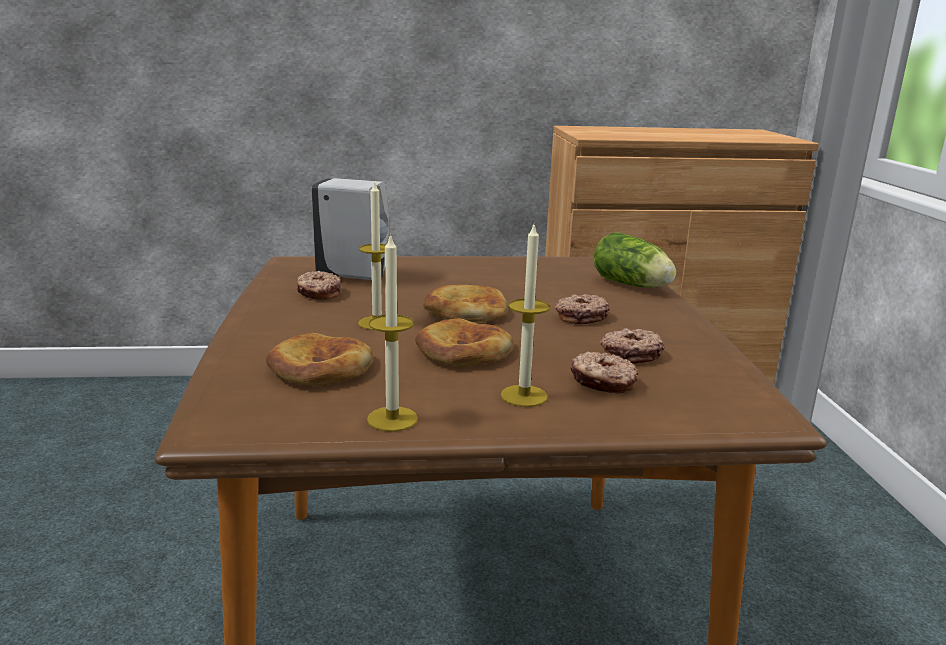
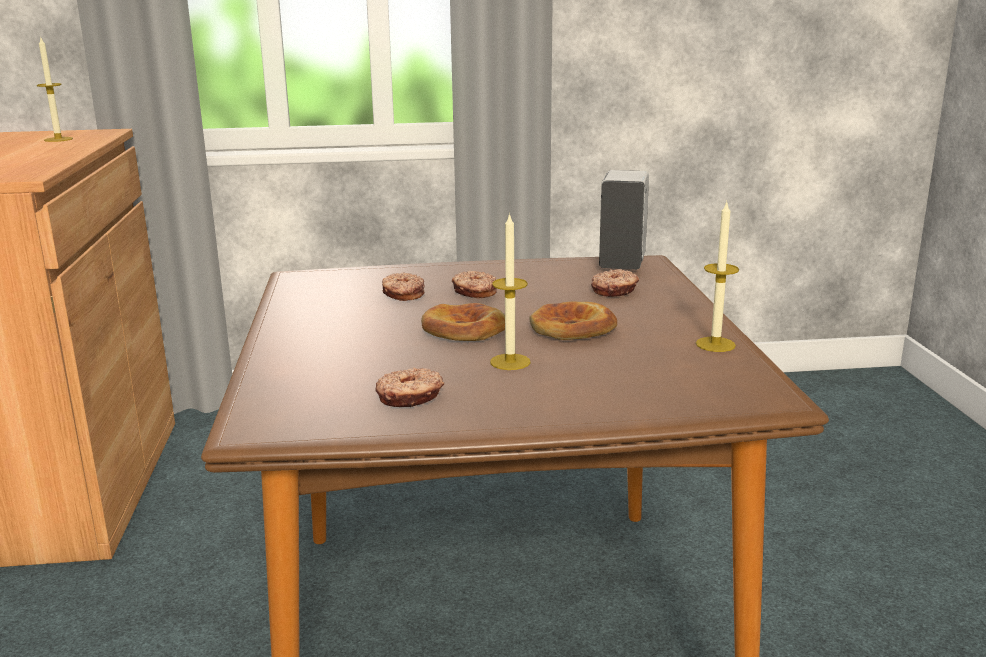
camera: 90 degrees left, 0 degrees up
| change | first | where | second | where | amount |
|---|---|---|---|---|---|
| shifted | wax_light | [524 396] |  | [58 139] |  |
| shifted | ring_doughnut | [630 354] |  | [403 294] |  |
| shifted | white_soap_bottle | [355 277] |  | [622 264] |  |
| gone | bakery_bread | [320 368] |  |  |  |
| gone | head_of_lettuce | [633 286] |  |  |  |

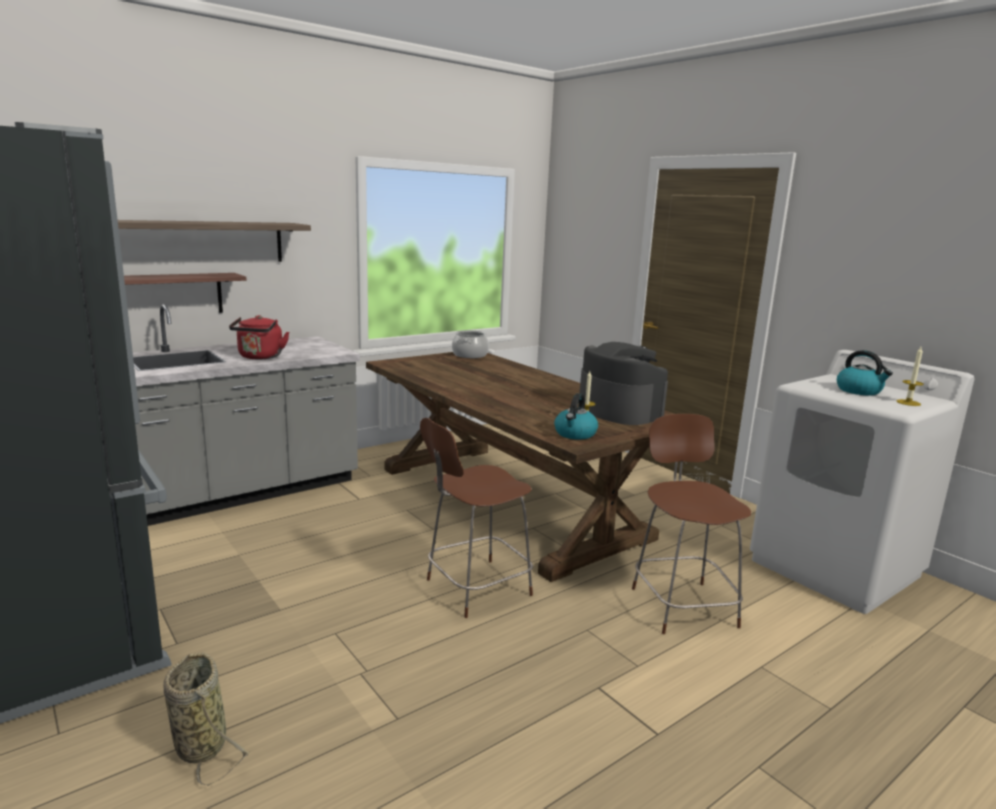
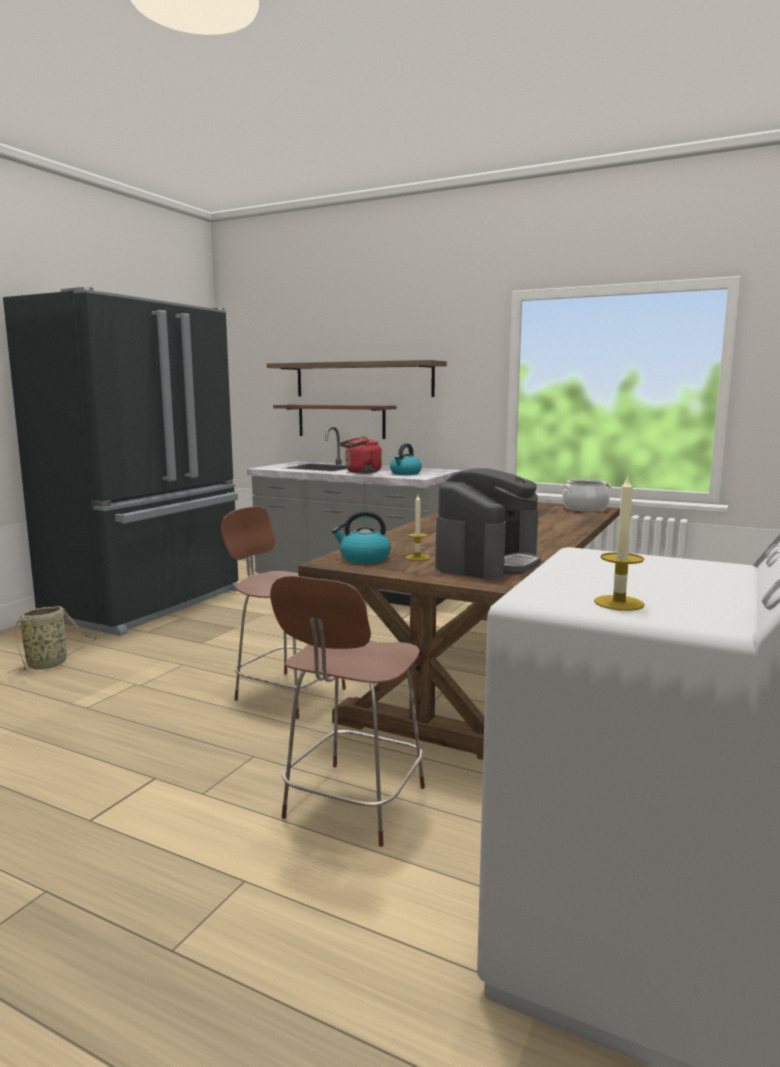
camera: 65 degrees right, 5 degrees down
| change | first | where | second | where | amount |
|---|---|---|---|---|---|
| rotated | brown-coloured_chair | [682 605] |  | [352 805] | 150 degrees clockwise |
| shifted | water_kettle | [859 391] |  | [405 473] |  |

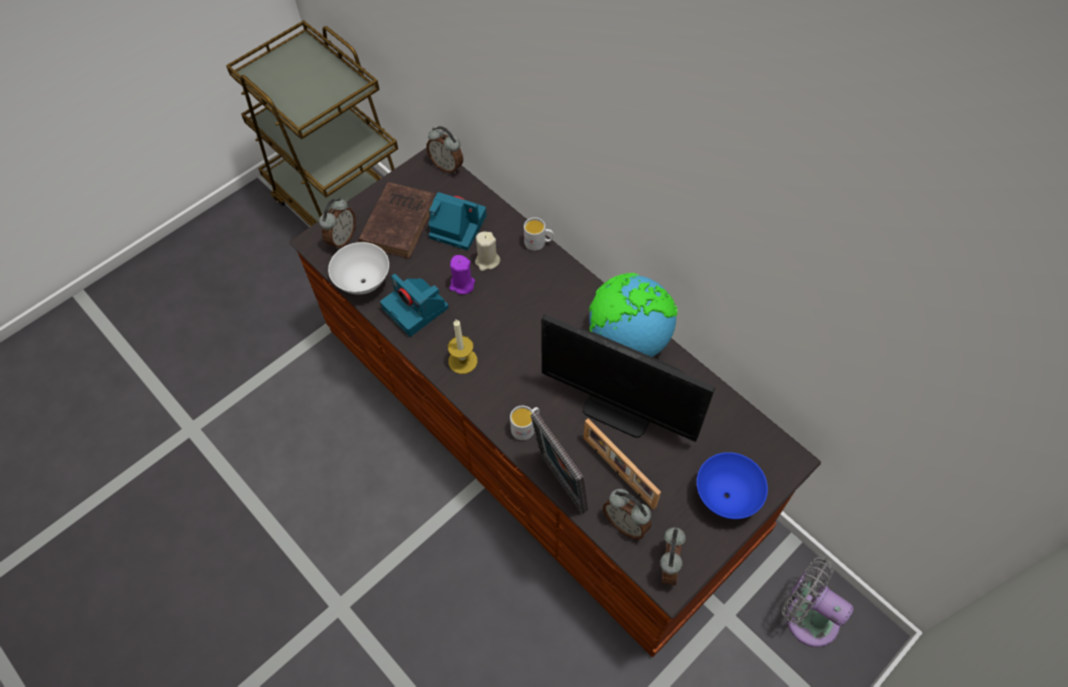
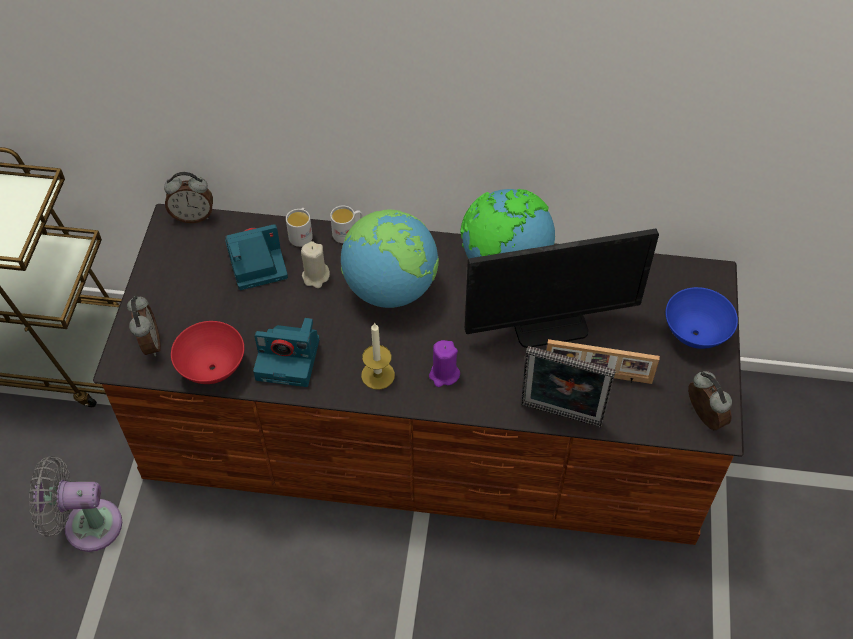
camera: 40 degrees left, 5 degrees down
| change | first | where | second | where | amount |
|---|---|---|---|---|---|
| shifted | gray_cooling_fan | [806 616] |  | [86 525] |  |
| repainted | white_deep_dish | [363 283] | reddish_deep_dish | [213 369] |  |
| shifted | white_mug | [526 427] |  | [301 234] |  |
| new |  |  | desk_globe | [390 288] |  |
| shifted | purple-coloured_wax_light | [462 285] |  | [444 374] |  |
| gone | brown-coloured_book | [399 221] |  |  |  |
| gone | table_clock | [625 523] |  |  |  |

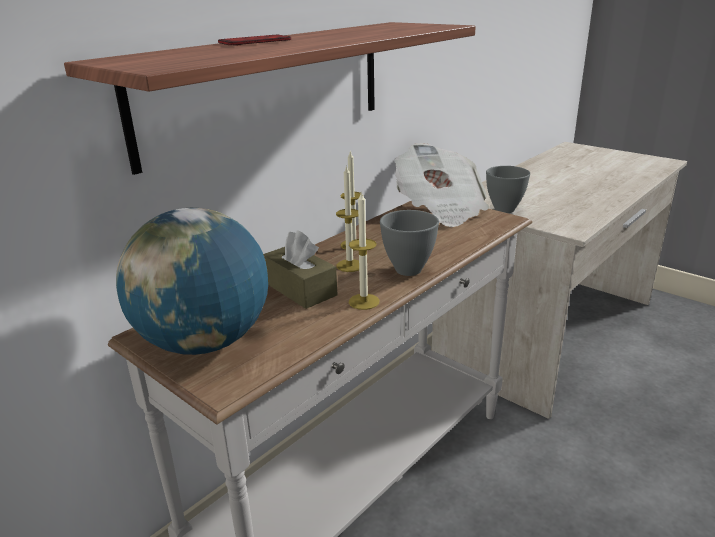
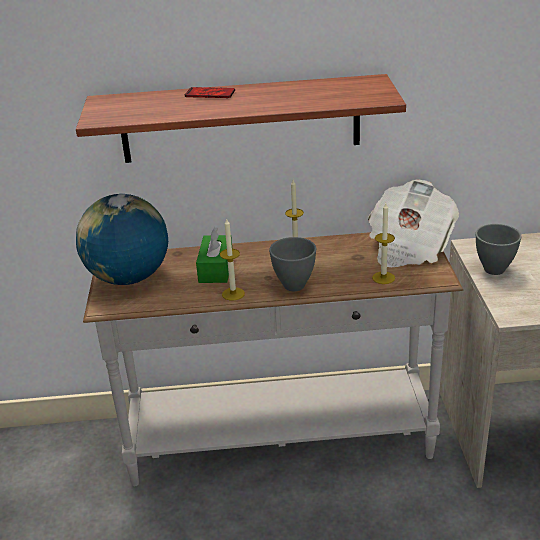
camera: 45 degrees right, 5 degrees up
| change | first | where | second | where | amount |
|---|---|---|---|---|---|
| repainted | brown-coloured_box_of_tissues | [300 289] | greenish_box_of_tissues | [216 268] |  |
| shifted | wax_light | [350 265] |  | [383 278] |  |

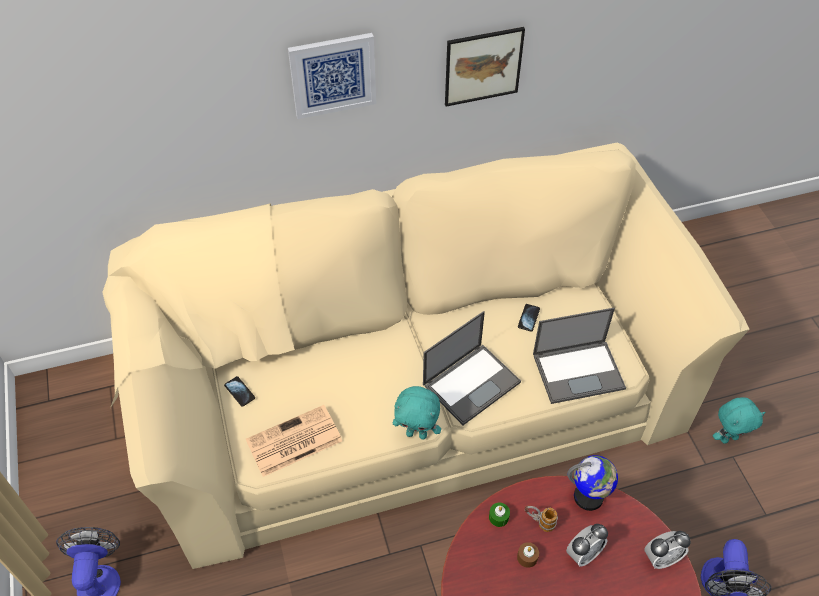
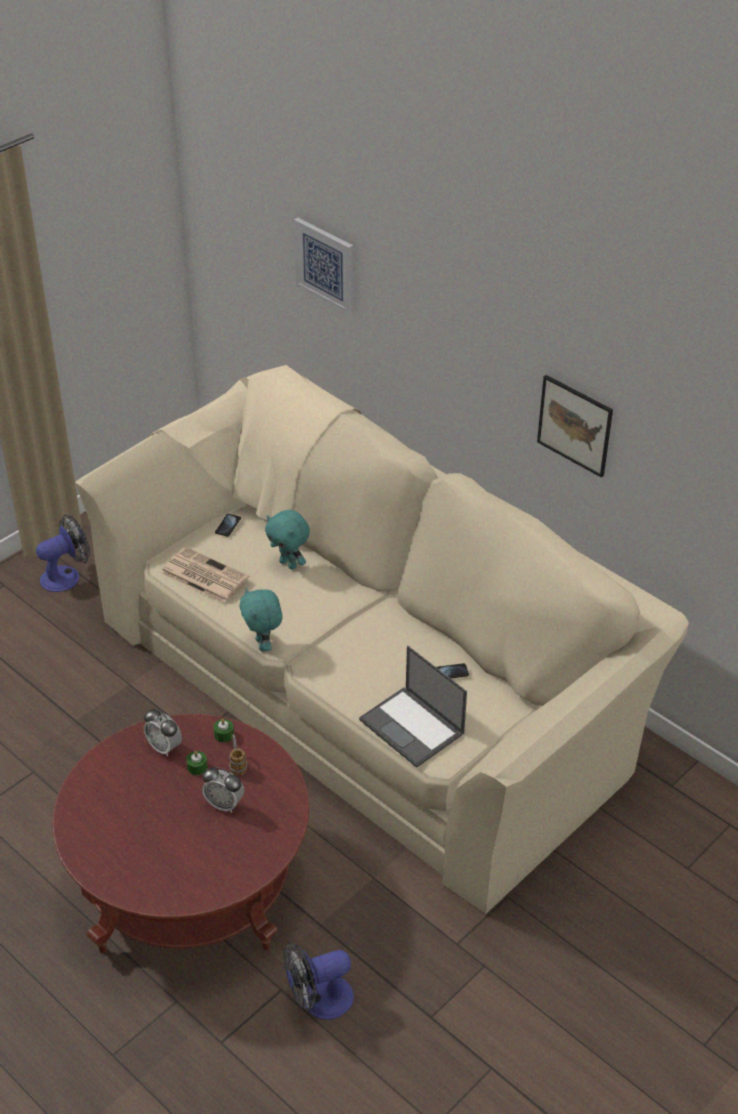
camera: 60 degrees right, 10 degrees down
| change | first | where | second | where | amount |
|---|---|---|---|---|---|
| shifted | table_clock | [661 558] |  | [164 747] |  |
| repainted | brown-coloured_wax_light | [527 557] | greenish_wax_light | [197 767] |  |
| shifted | turquoise-coloured_cuddly_toy | [728 438] |  | [289 564] |  |
| shifted | picture | [333 75] |  | [325 264] |  |
| gone | portable_computer | [472 382] |  |  |  |
| gone | desk_globe | [588 497] |  |  |  |

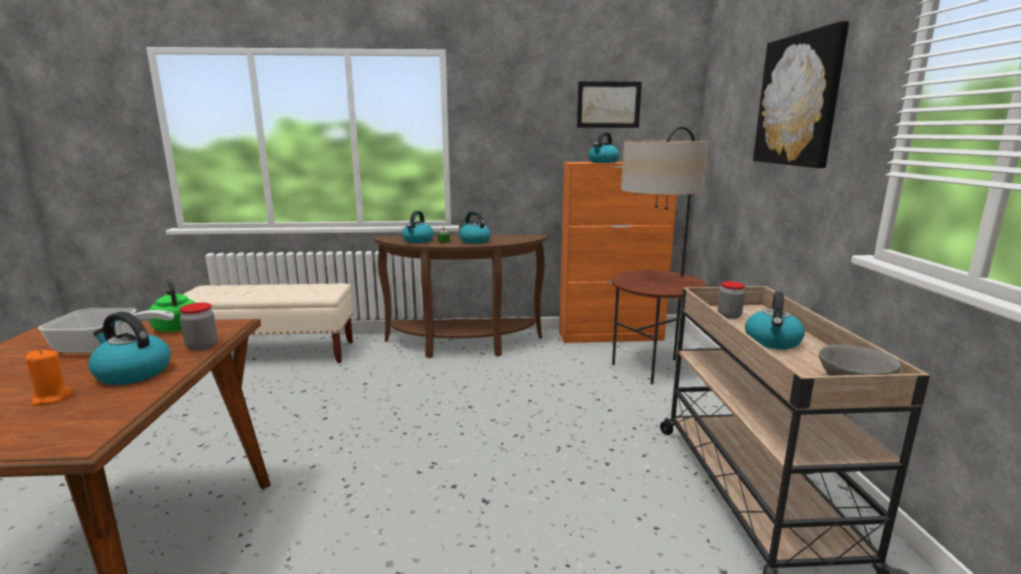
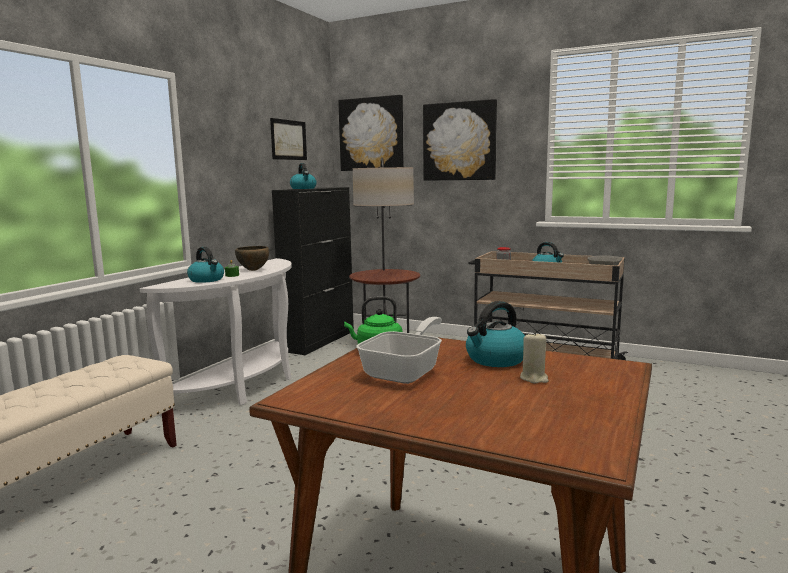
camera: 60 degrees left, 5 degrees down
| change | first | where | second | where | amount |
|---|---|---|---|---|---|
| repainted | brown-coloured_console_table | [463 346] | white_console_table | [245 387] |  |
| swapped | water_kettle | [474 241] | brown-coloured_deep_dish | [253 270] |  |
| repainted | orange_storage_cabinet | [611 336] | black_storage_cabinet | [319 340] |  |
| new |  |  | picture | [371 134] |  |
| repainted | orange_wax_light | [52 398] | sand-coloured_wax_light | [534 378] |  |
| gone | jar | [202 346] |  |  |  |

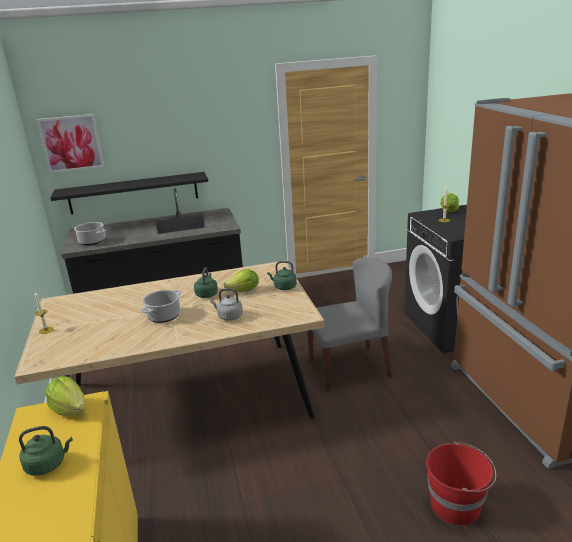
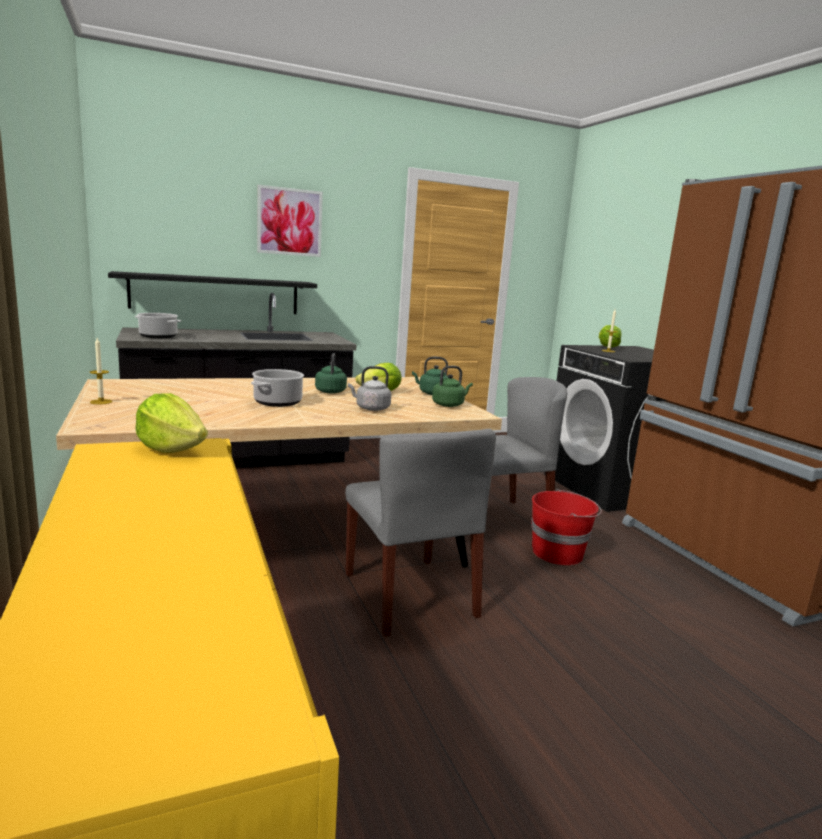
camera: 10 degrees left, 10 degrees down
| change | first | where | second | where | amount |
|---|---|---|---|---|---|
| shifted | picture | [71 143] |  | [289 222] |  |
| new |  |  | gray_chair | [410 595] |  |
| shifted | greenish_water_kettle | [48 464] |  | [449 405] |  |
| shifted | reddish_bucket | [456 505] |  | [558 553] |  |

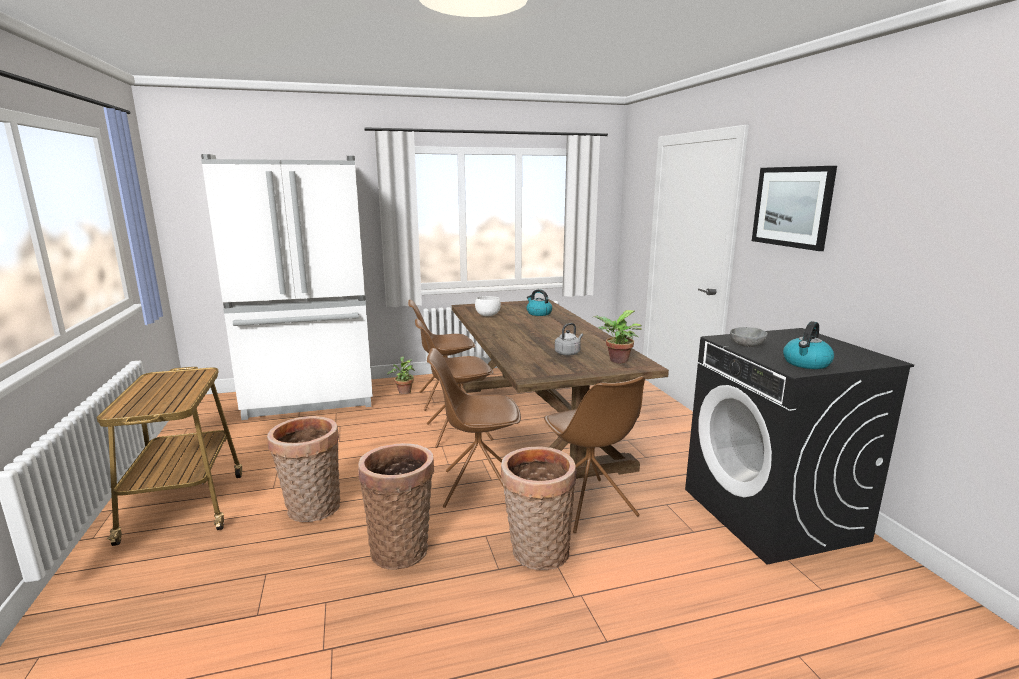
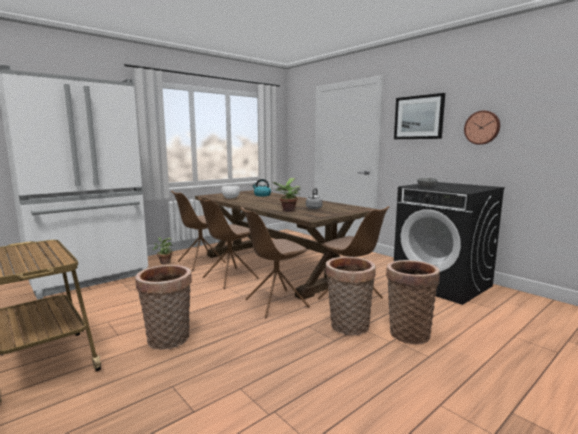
camera: 25 degrees left, 5 degrees down
| change | first | where | second | where | amount |
|---|---|---|---|---|---|
| shifted | plant_in_a_pot | [616 361] |  | [287 211] |  |
| shifted | household_basket | [401 548] |  | [408 332] |  |
| new |  |  | clock_on_the_wall | [482 127] |  |
| gone | water_kettle | [806 363] |  |  |  |

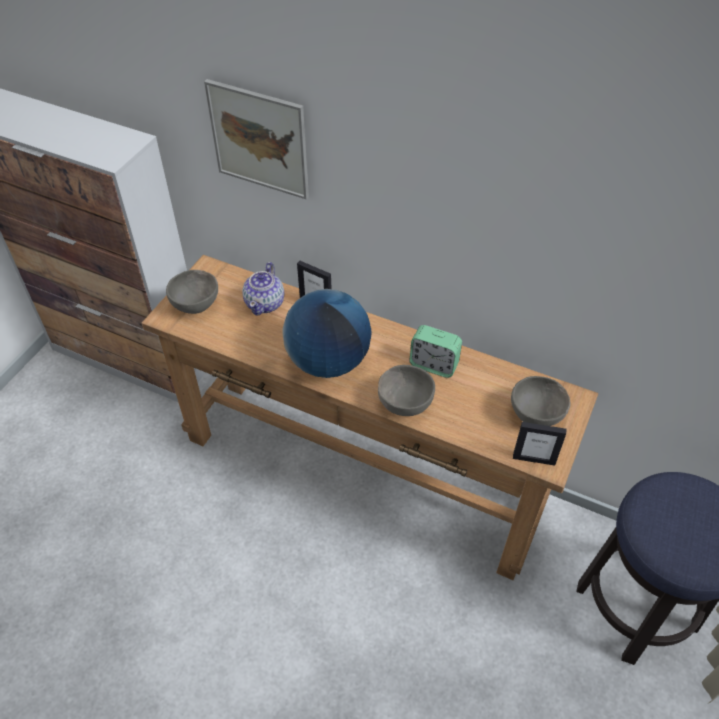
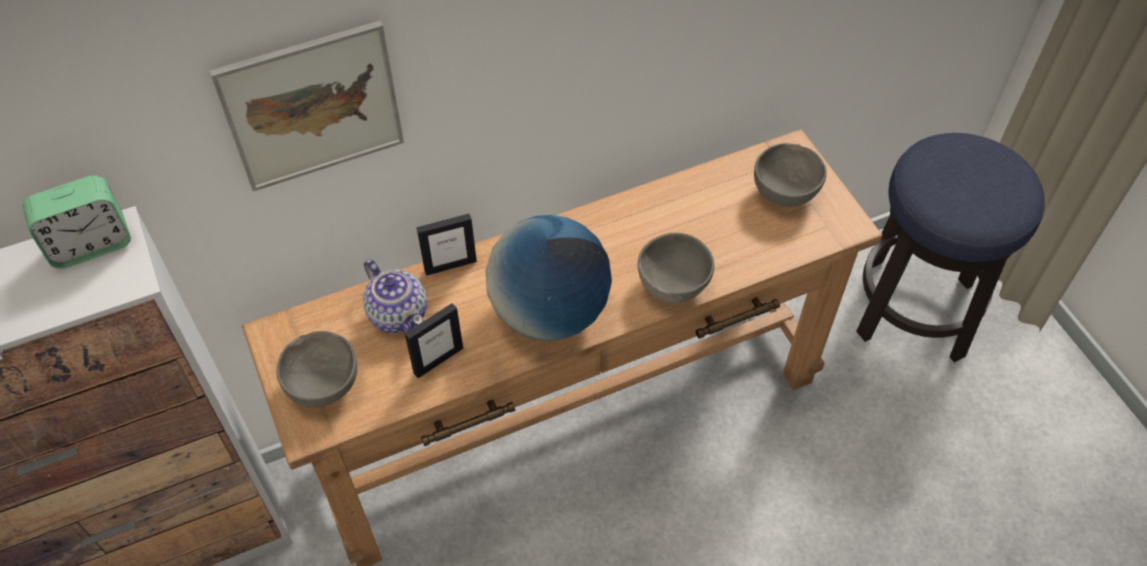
camera: 50 degrees left, 5 degrees up
| change | first | where | second | where | amount |
|---|---|---|---|---|---|
| shifted | table_clock | [434 365] |  | [90 244] |  |
| shifted | standing_frame | [534 459] |  | [438 360] |  |

